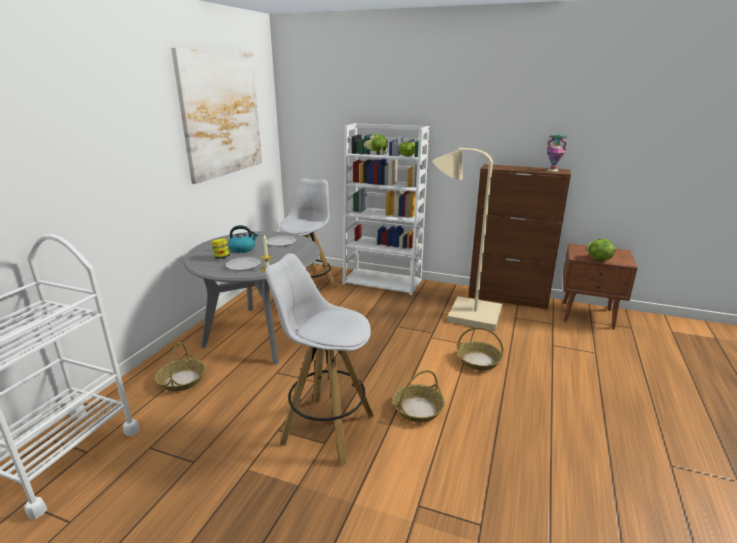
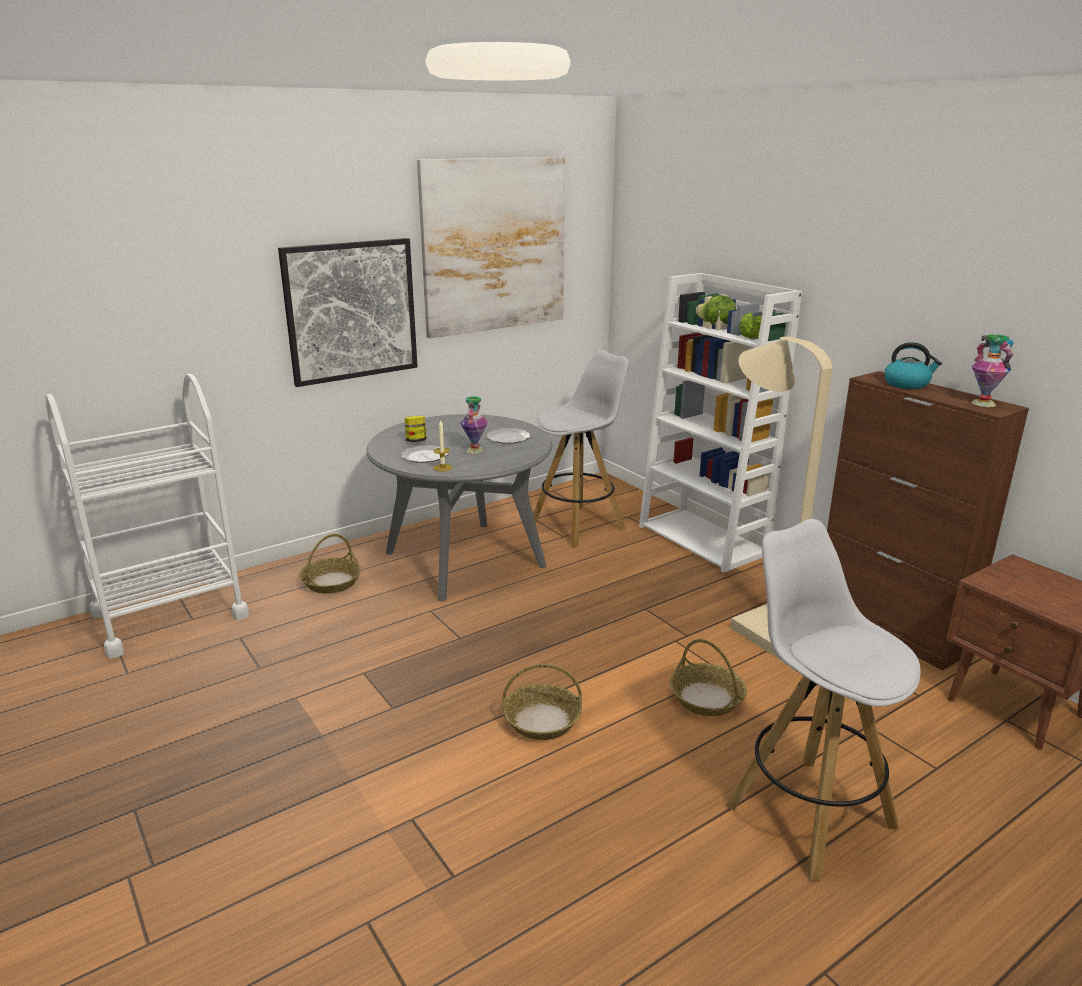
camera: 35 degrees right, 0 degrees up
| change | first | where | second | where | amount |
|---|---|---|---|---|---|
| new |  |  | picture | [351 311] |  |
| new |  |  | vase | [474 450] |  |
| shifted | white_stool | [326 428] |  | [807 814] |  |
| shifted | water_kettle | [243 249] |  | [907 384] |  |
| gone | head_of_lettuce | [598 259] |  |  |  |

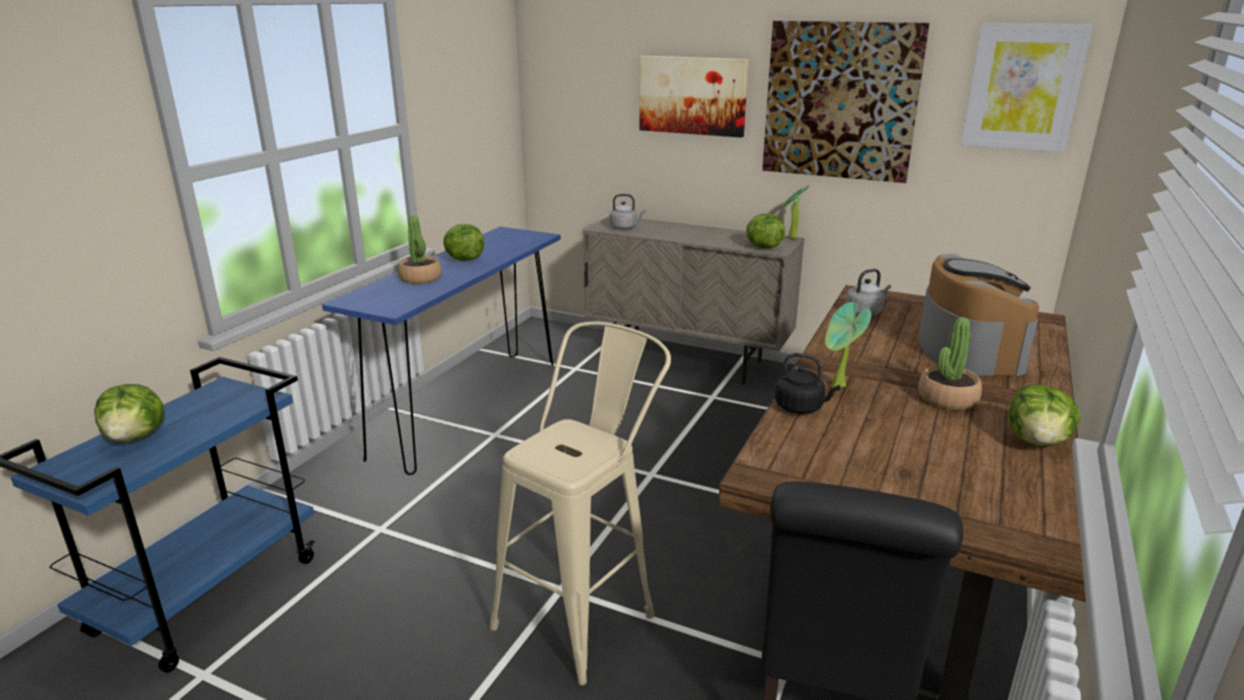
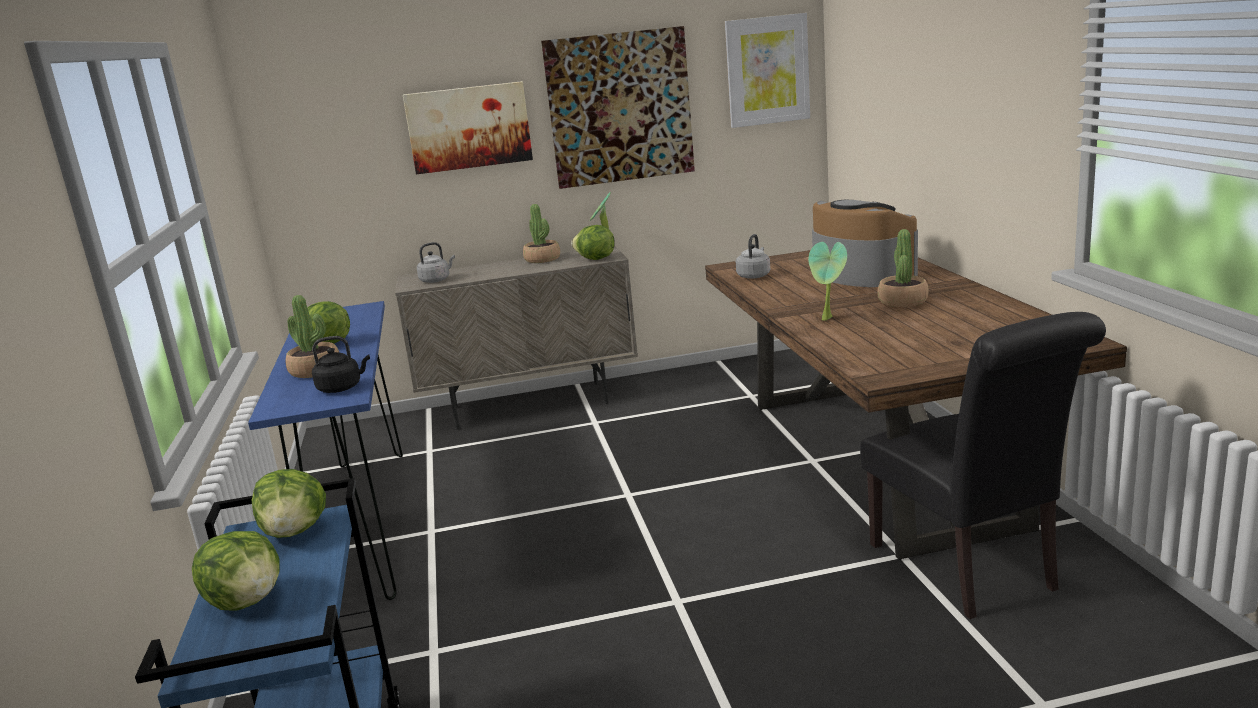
camera: 35 degrees left, 5 degrees down
| change | first | where | second | where | amount |
|---|---|---|---|---|---|
| shifted | head_of_lettuce | [1037 442] |  | [295 532] |  |
| shifted | black_water_kettle | [801 408] |  | [342 388] |  |
| new |  |  | plant_in_a_pot | [542 259] |  |
| gone | sand-coloured_stool | [584 613] |  |  |  |

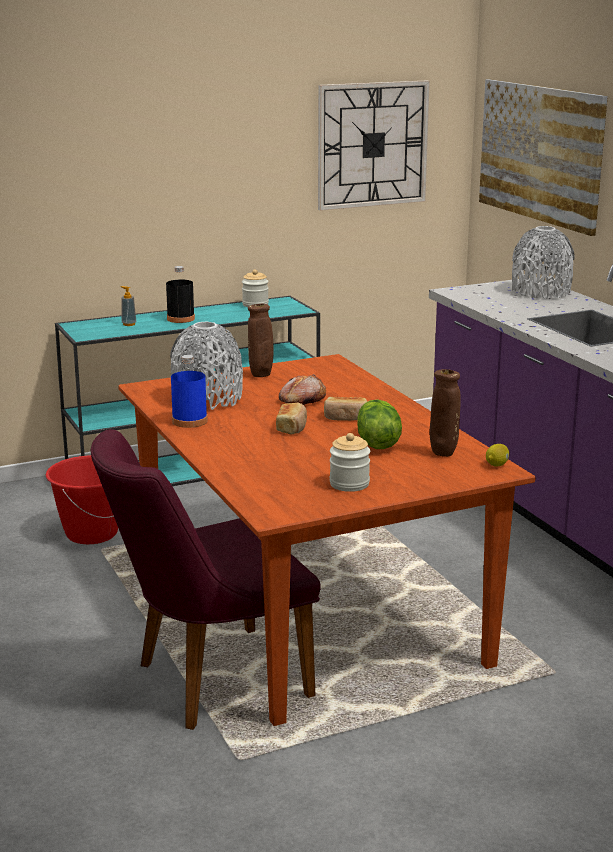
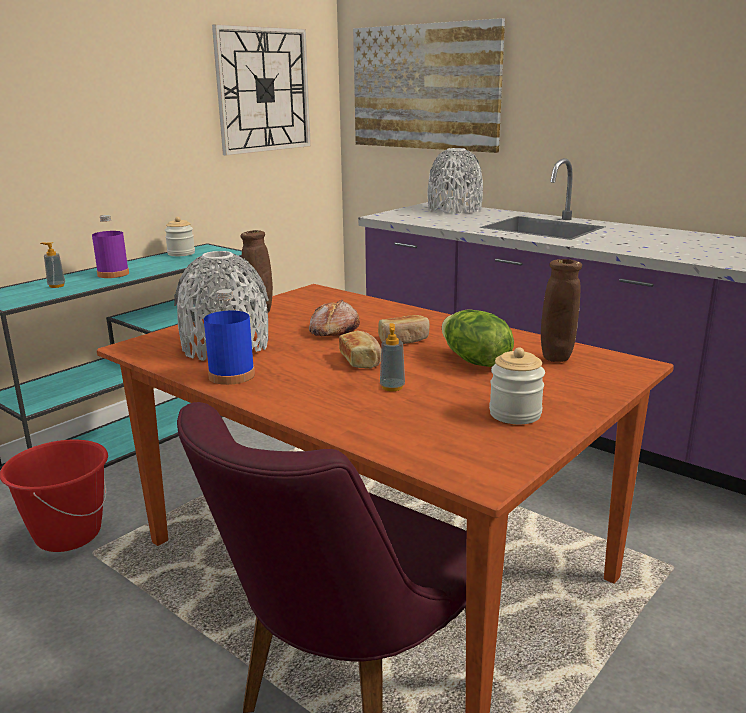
camera: 25 degrees left, 0 degrees up
| change | first | where | second | where | amount |
|---|---|---|---|---|---|
| repainted | black_drink_bottle | [180 319] | purple-coloured_drink_bottle | [113 274] |  |
| new |  |  | soap_bottle | [392 387] |  |
| gone | lemon | [497 465] |  |  |  |

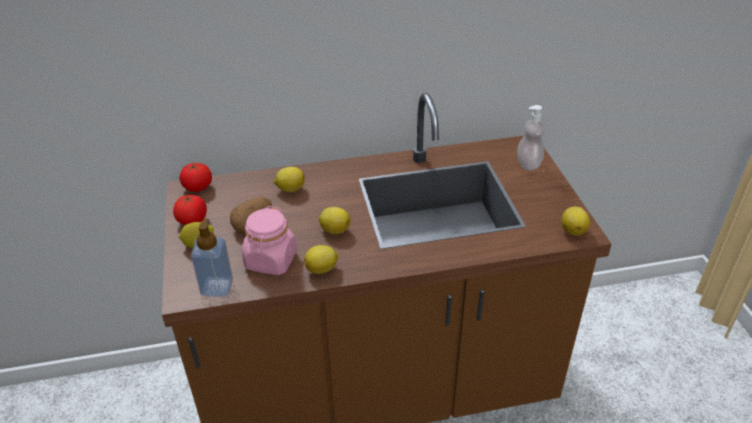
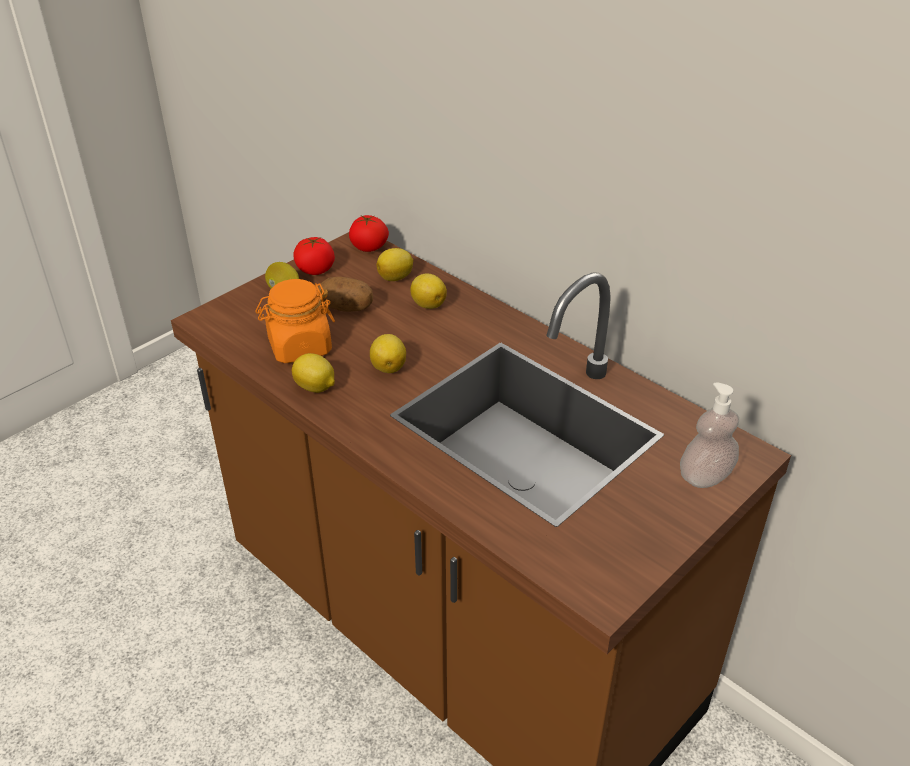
camera: 55 degrees right, 0 degrees up
| change | first | where | second | where | amount |
|---|---|---|---|---|---|
| repainted | pinkish_jar | [271 260] | orange_jar | [299 347] |  |
| shifted | lemon | [573 230] |  | [396 277] |  |
| gone | soap_bottle | [217 287] |  |  |  |

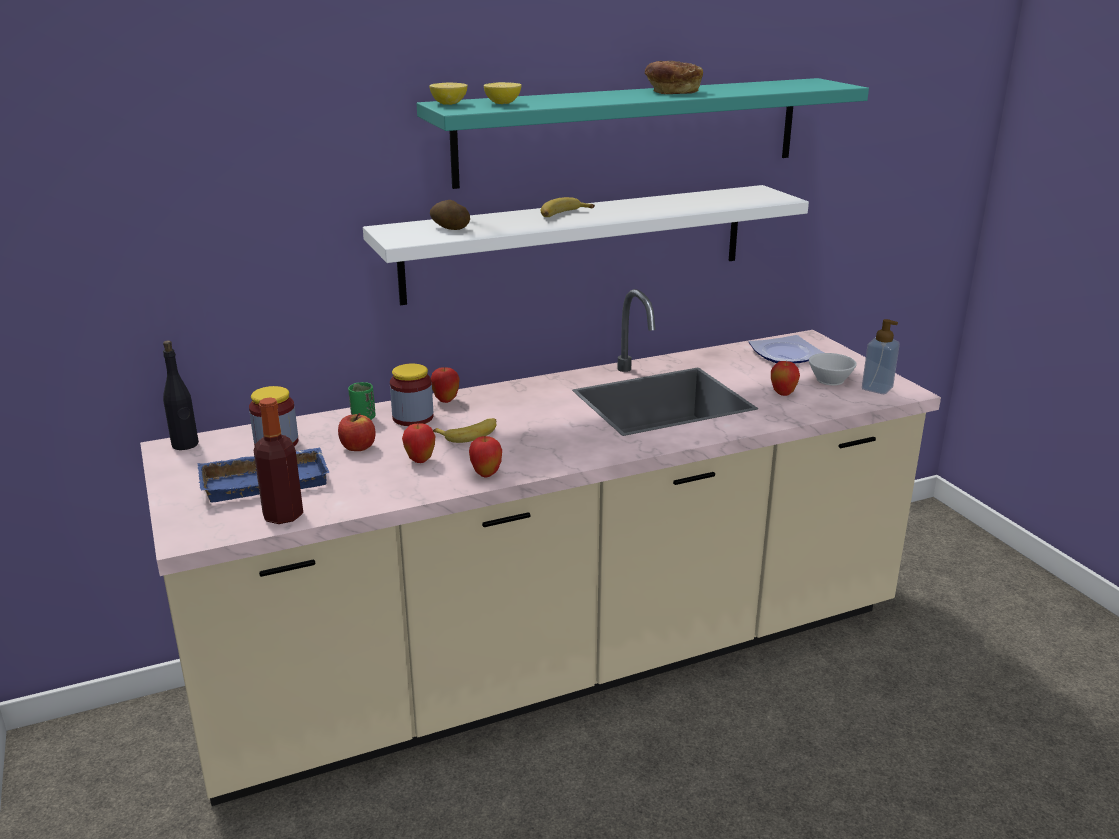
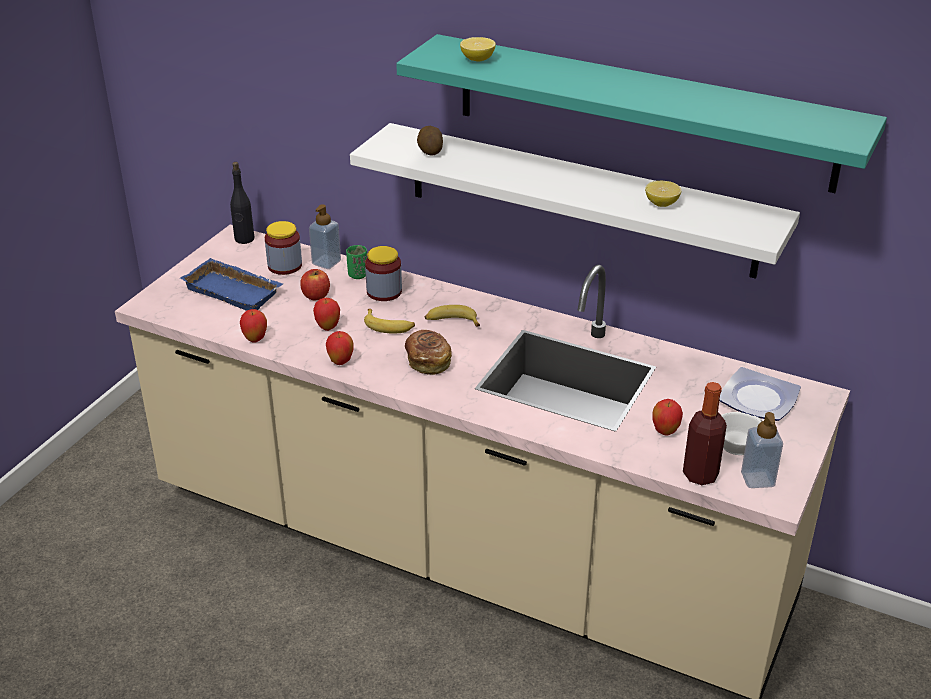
camera: 50 degrees right, 10 degrees up
| change | first | where | second | where | amount |
|---|---|---|---|---|---|
| shifted | whole_apple | [445 400] |  | [255 339] |  |
| new |  |  | soap_bottle | [326 262] |  |
| shifted | bakery_bread | [671 91] |  | [428 361] |  |
| shifted | banana_fruit | [563 215] |  | [451 321] |  |
| shifted | lemon | [449 104] |  | [661 204] |  |
| shifted | drink_bottle | [283 515] |  | [700 475] |  |

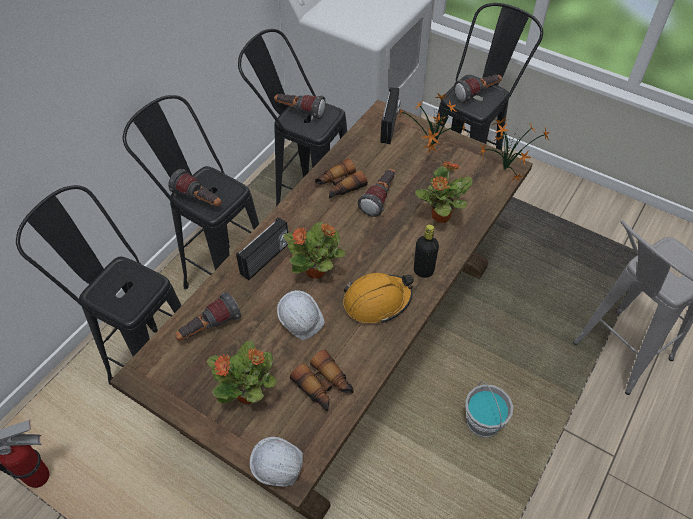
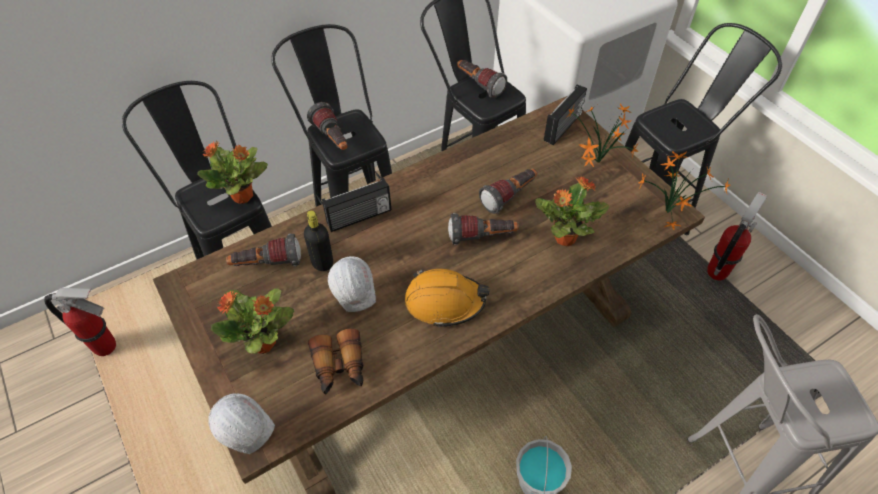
camera: 25 degrees right, 0 degrees up
| change | first | where | second | where | amount |
|---|---|---|---|---|---|
| shifted | plant_in_a_pot | [316 271] |  | [243 196] |  |
| shifted | black_drink_bottle | [423 271] |  | [322 263] |  |
| shifted | torch | [477 94] |  | [482 237] |  |
| new |  |  | extinguisher | [717 272] |  |
| gone | field_glasses | [339 186] |  |  |  |

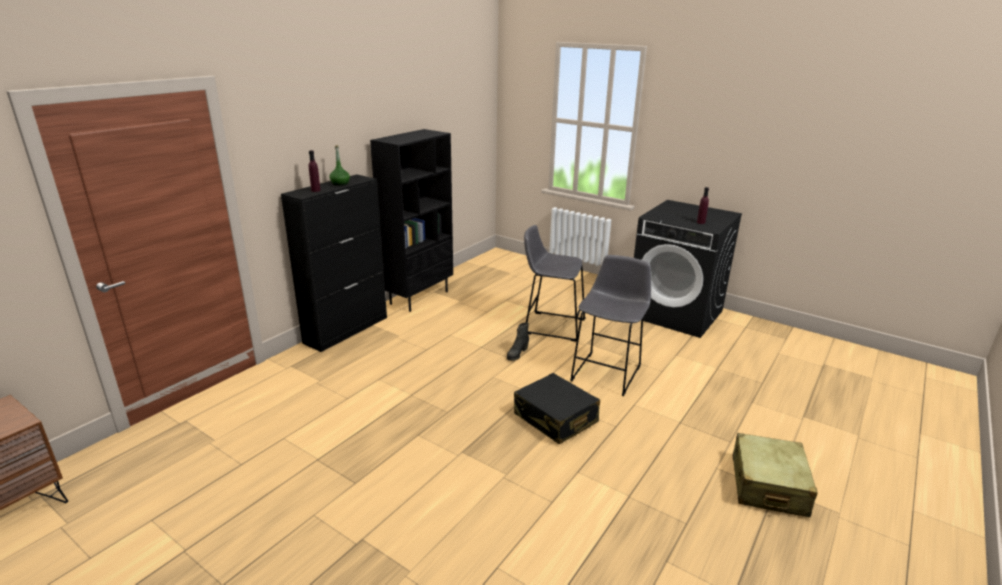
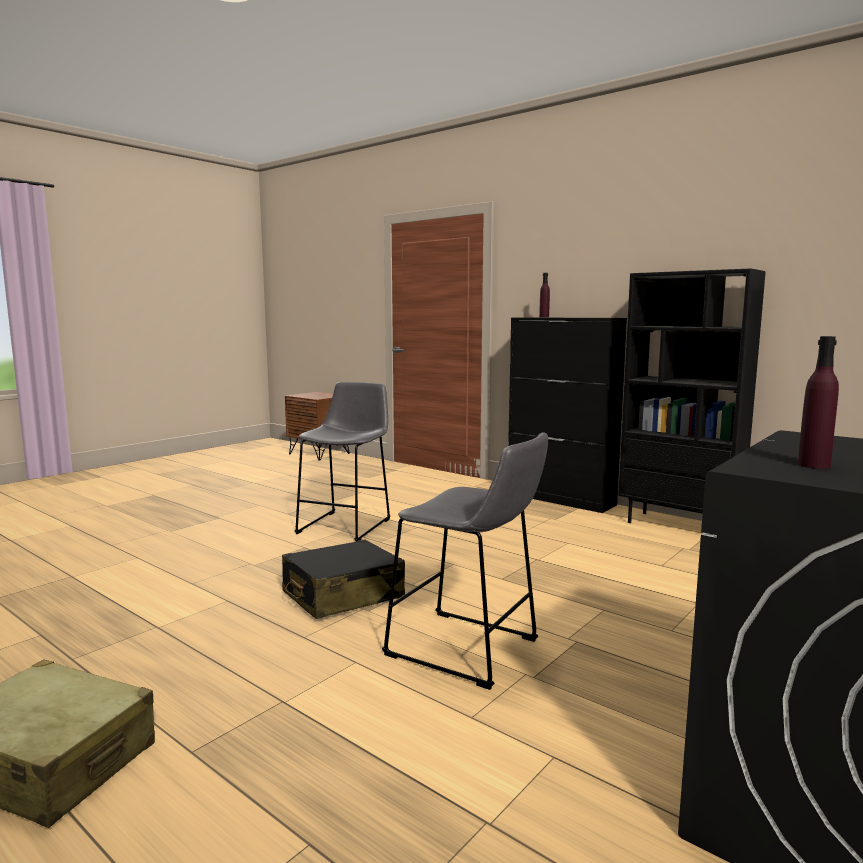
camera: 95 degrees right, 15 degrees down
| change | first | where | second | where | amount |
|---|---|---|---|---|---|
| shifted | gray_stool | [551 325] |  | [347 525] |  |
| gone | greenish_drink_bottle | [340 183] |  |  |  |
| gone | black_tall_boot | [517 354] |  |  |  |

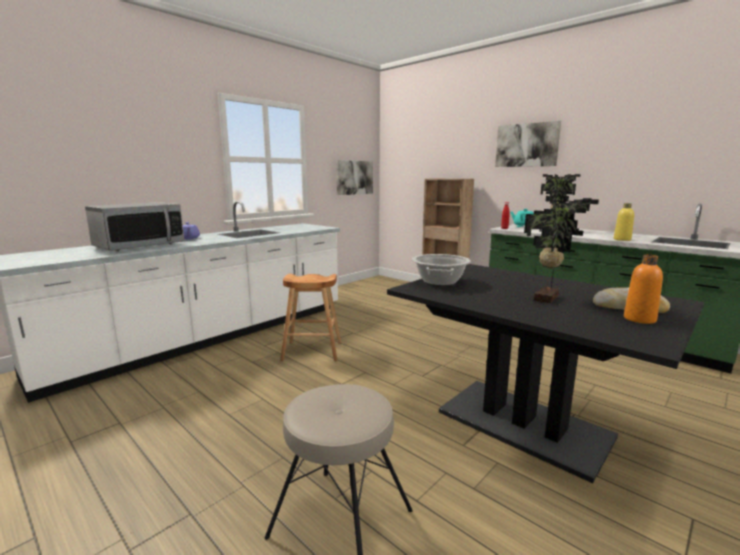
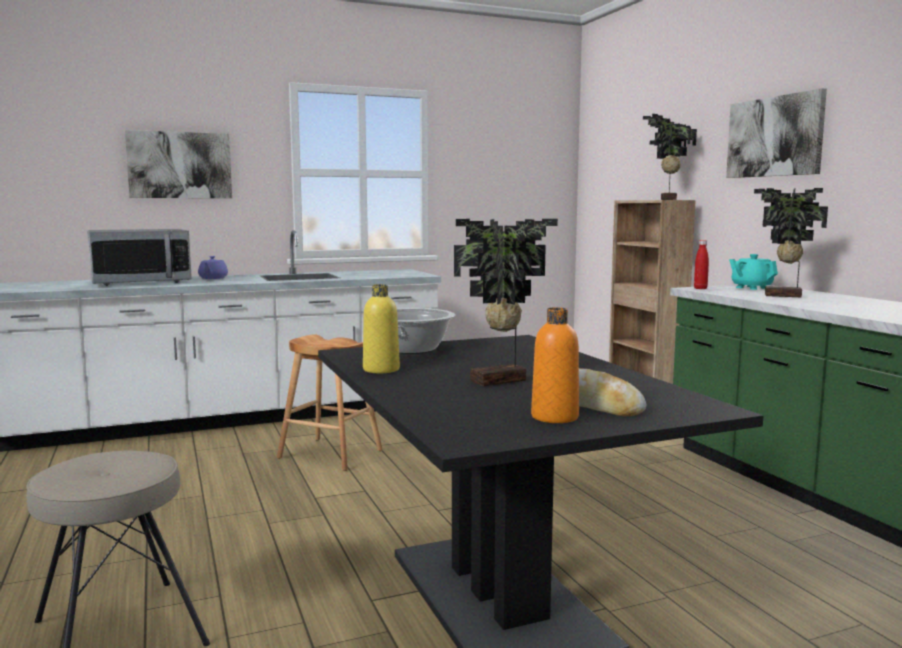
camera: 25 degrees right, 5 degrees down
| change | first | where | second | where | amount |
|---|---|---|---|---|---|
| shifted | picture | [354 177] |  | [180 165] |  |
| shifted | yellowish_drink_bottle | [622 239] |  | [381 369] |  |
| new |  |  | plant_in_a_pot | [666 199] |  |

